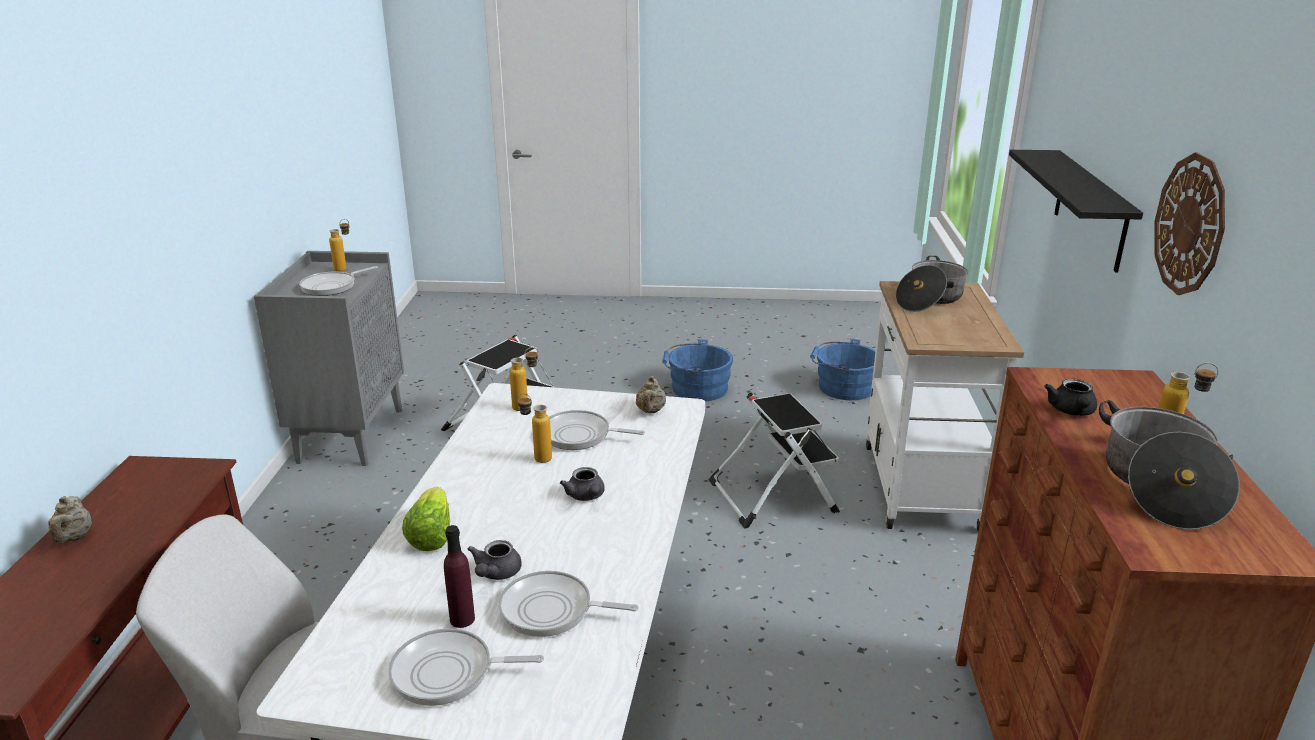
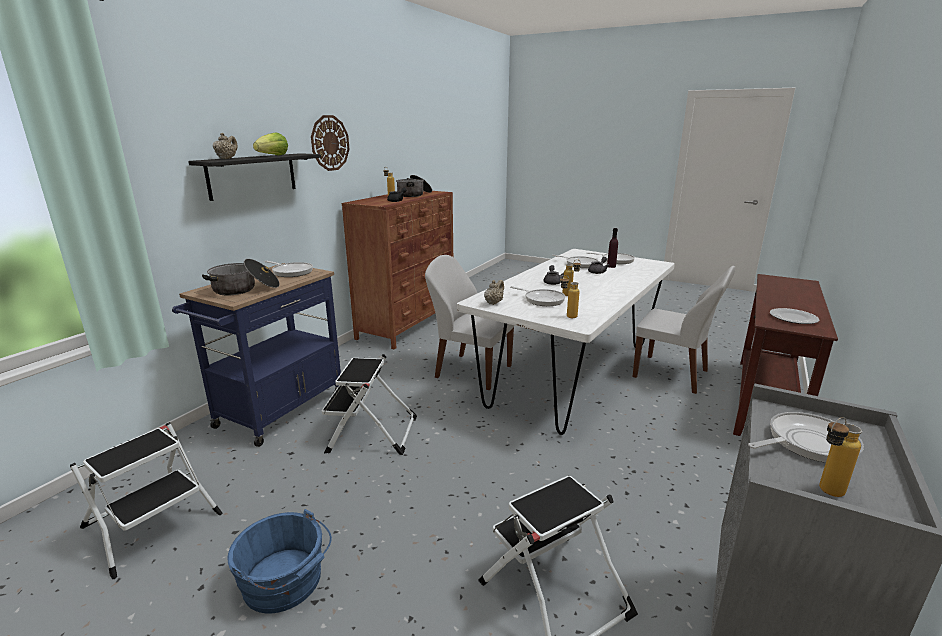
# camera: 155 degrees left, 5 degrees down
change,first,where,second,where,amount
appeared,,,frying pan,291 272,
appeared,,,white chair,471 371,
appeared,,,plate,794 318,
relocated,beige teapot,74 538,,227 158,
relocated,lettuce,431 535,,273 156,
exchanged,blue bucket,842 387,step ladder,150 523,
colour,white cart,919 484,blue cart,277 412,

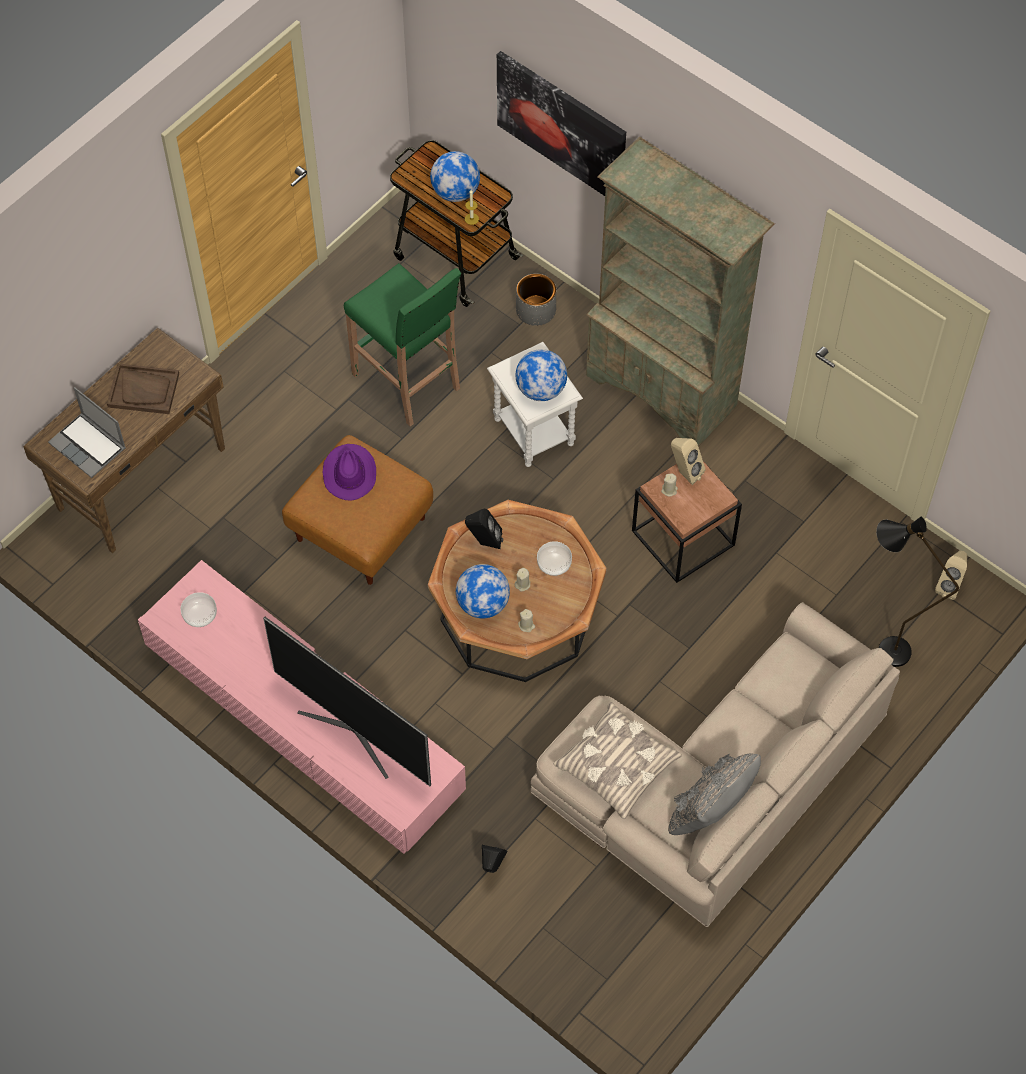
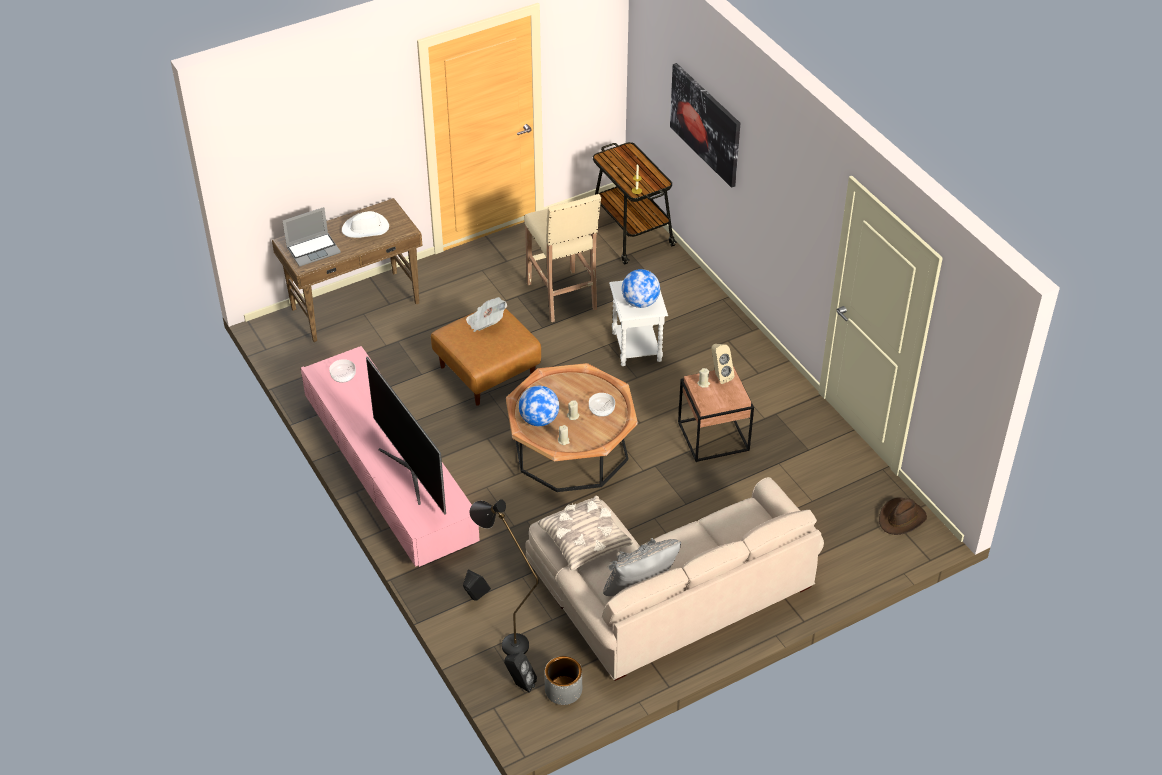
# camera: 20 degrees right, 15 degrees down
change,first,where,second,where,amount
missing,globe,455 192,,,
missing,green bookcase,662 390,,,
relocated,black speaker,484 542,,520 684,
relocated,grey planter,536 311,,563 690,
relocated,black floor lamp,881 650,,506 641,
exchanged,brown tray,144 390,white hat,366 229,
exchanged,purple hat,349 473,newspaper,486 322,
exchanged,beige speaker,949 586,brown hat,901 518,
colour,green stool,408 382,beige stool,562 297,
spun,laptop,89 446,,313 250,90 degrees counterclockwise

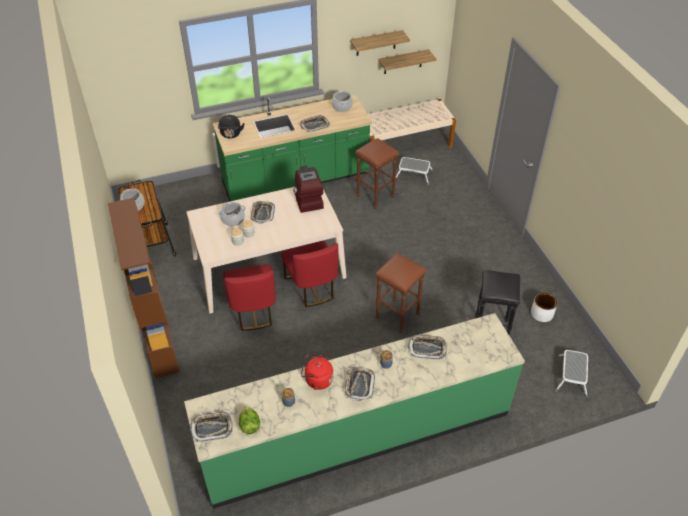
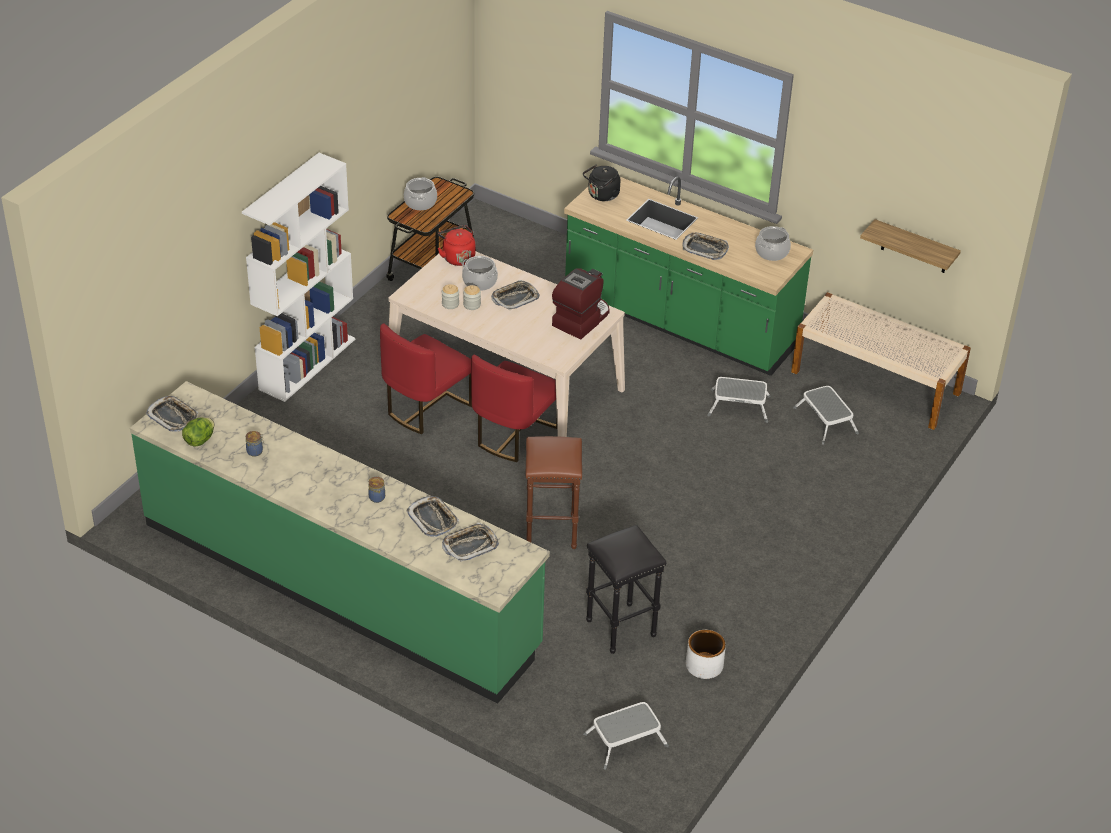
# camera: 50 degrees right, 5 degrees down
change,first,where,second,where,amount
missing,shelf,376 43,,,
relocated,red kettle,317 380,,457 257,
relocated,tray,359 385,,470 545,
exchanged,brown stool,375 195,grey step ladder,739 406,
colour,brown bookcase,159 342,white bookcase,307 363,

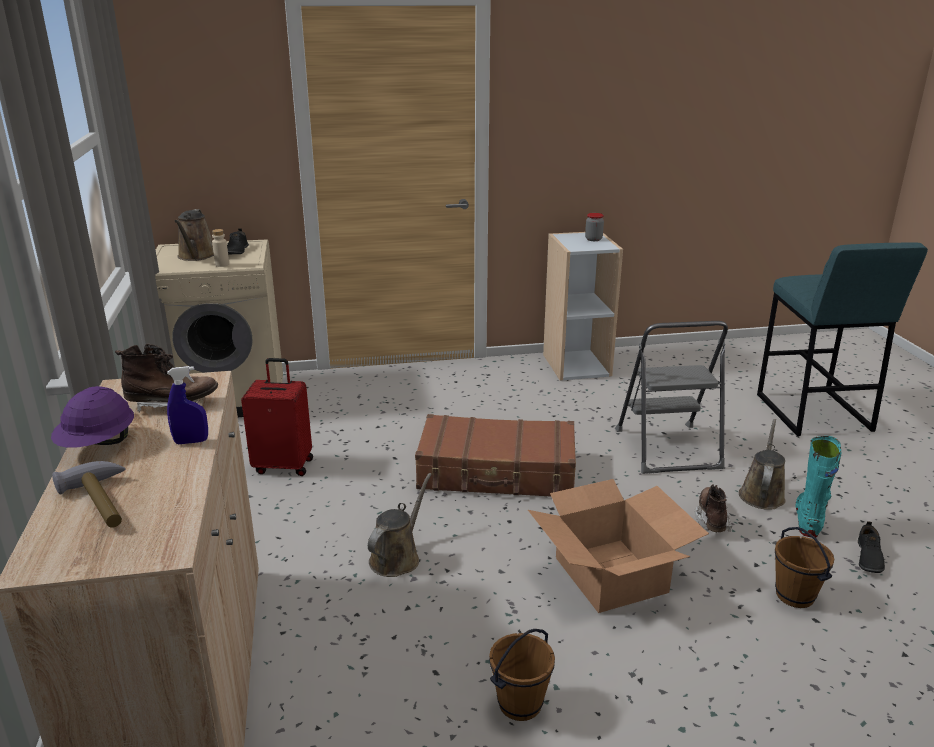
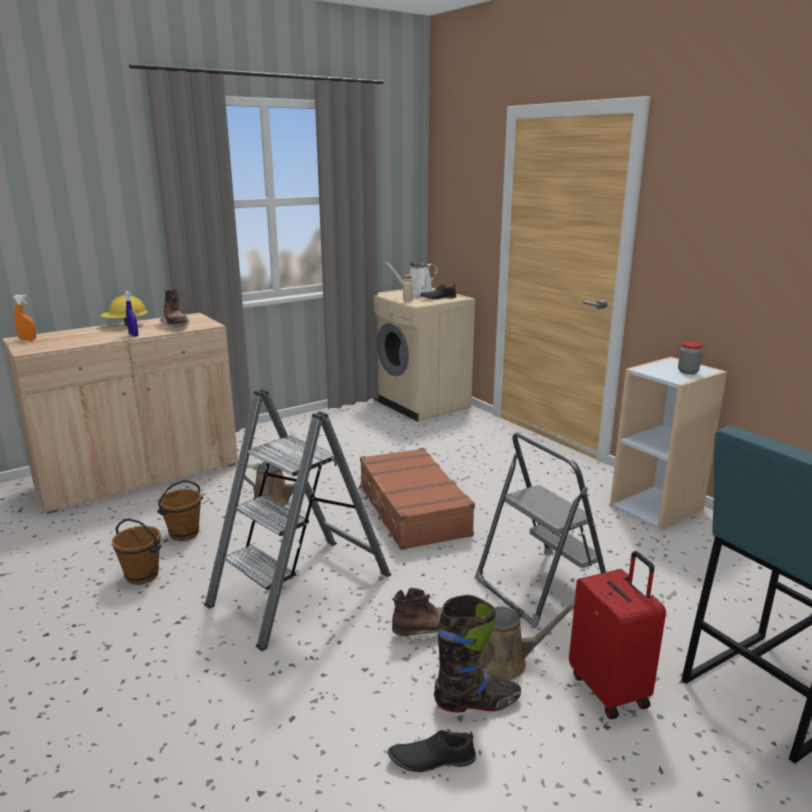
# camera: 65 degrees right, 5 degrees down
change,first,where,second,where,amount
missing,hammer,103 502,,,
appeared,,,orange spray bottle,27 339,
relocated,red suitcase,284 465,,610 689,
relocated,brown bucket,795 596,,184 534,
exchanged,cardboard box,611 574,grey step ladder,303 588,
colour,purple hard hat,98 445,yellow hard hat,126 325,
colour,brown watering can,196 256,white watering can,416 294,
colour,turquoise boot,808 520,black boot,477 702,

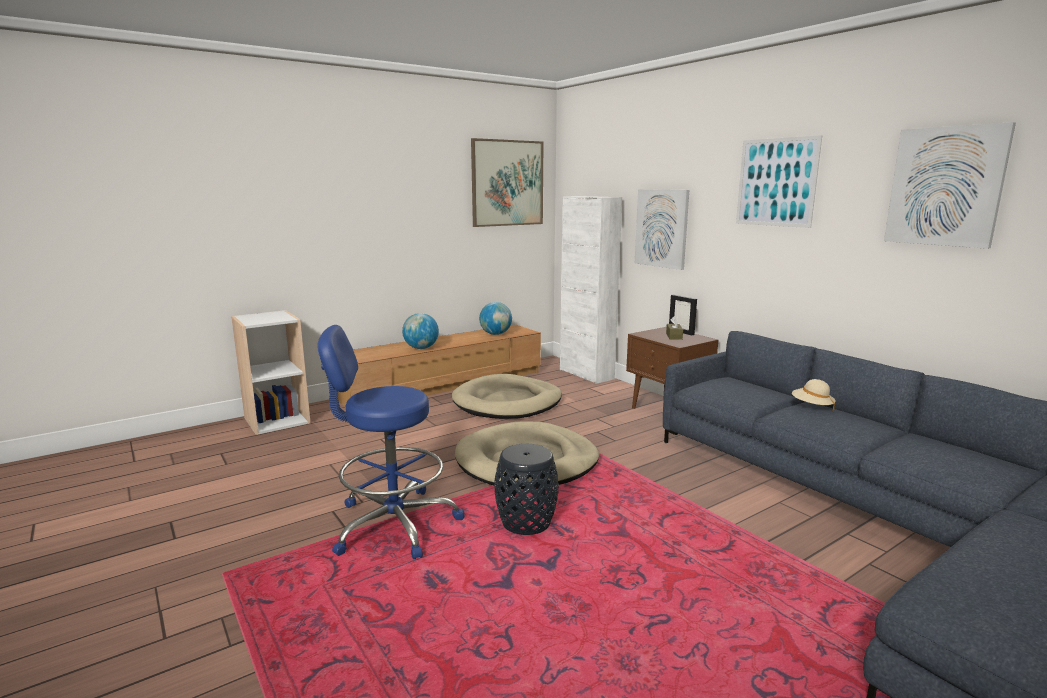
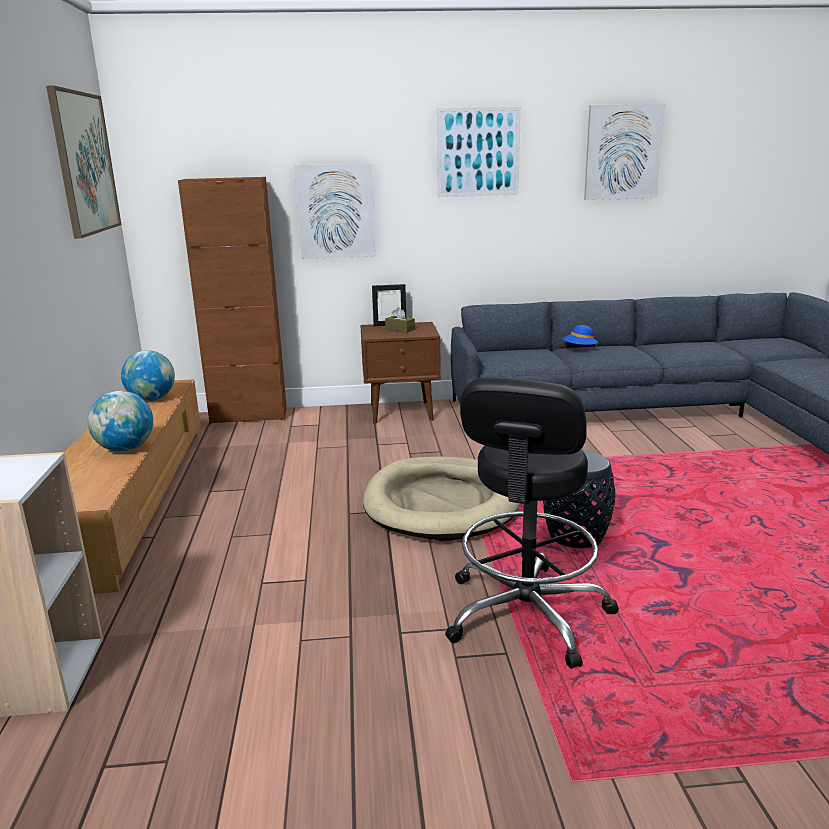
# camera: 60 degrees left, 5 degrees up
change,first,where,second,where,amount
missing,beige dog bed,507 402,,,
colour,blue stool,392 524,black stool,525 615,
colour,white cabinet,586 374,brown cabinet,249 416,
colour,beige hat,812 406,blue hat,579 349,

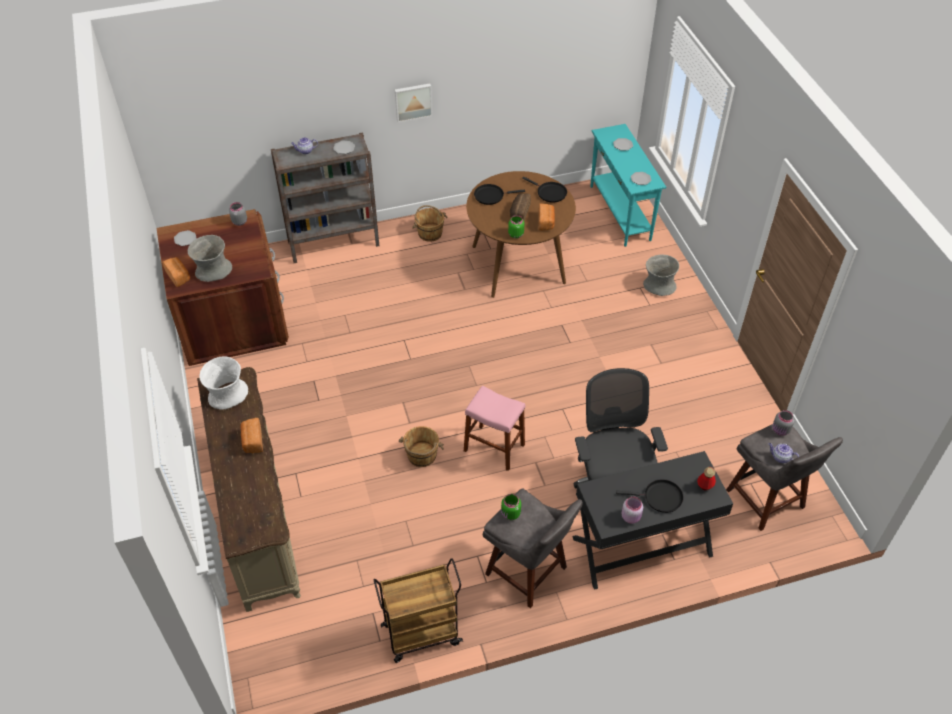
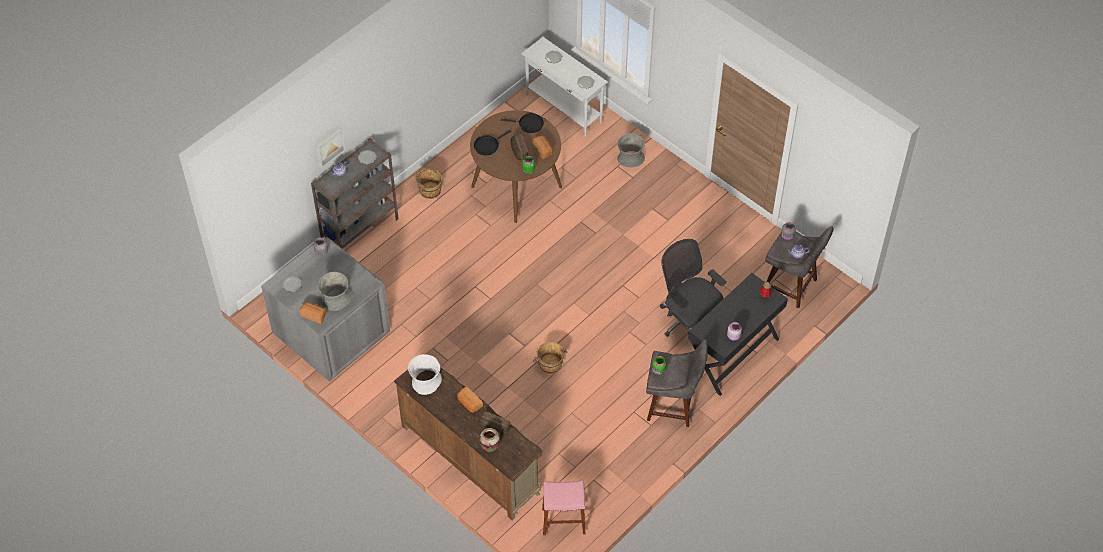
# camera: 30 degrees left, 5 degrees up
change,first,where,second,where,amount
missing,brown cart,421 635,,,
missing,black frying pan,660 497,,,
appeared,,,bread,494 428,
appeared,,,vase,490 448,
relocated,picture,413 101,,329 146,
relocated,pink stool,494 448,,563 521,
colour,brown dresser,232 319,grey dresser,331 330,
colour,turquoise console table,621 213,white console table,564 108,

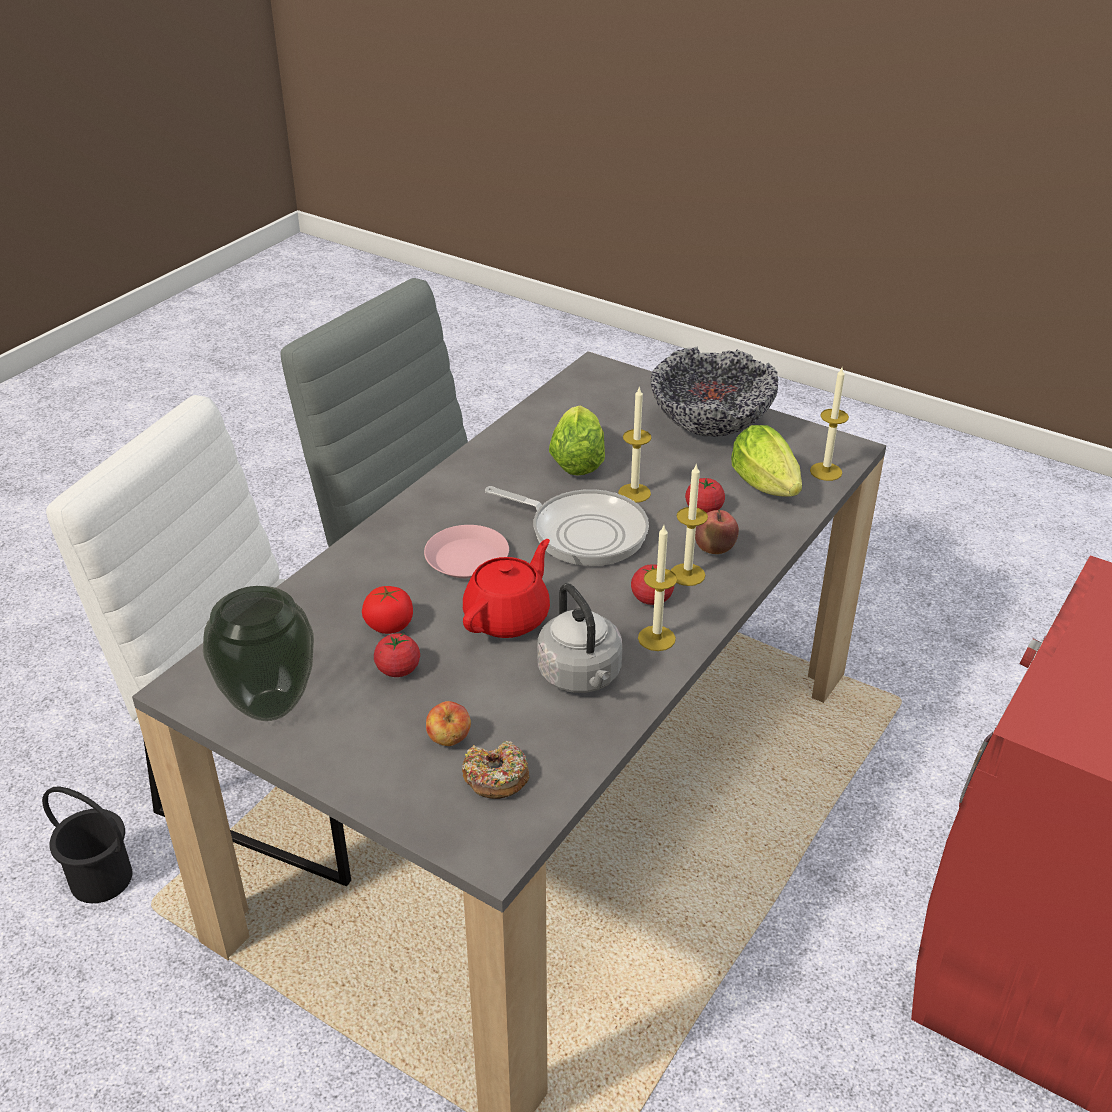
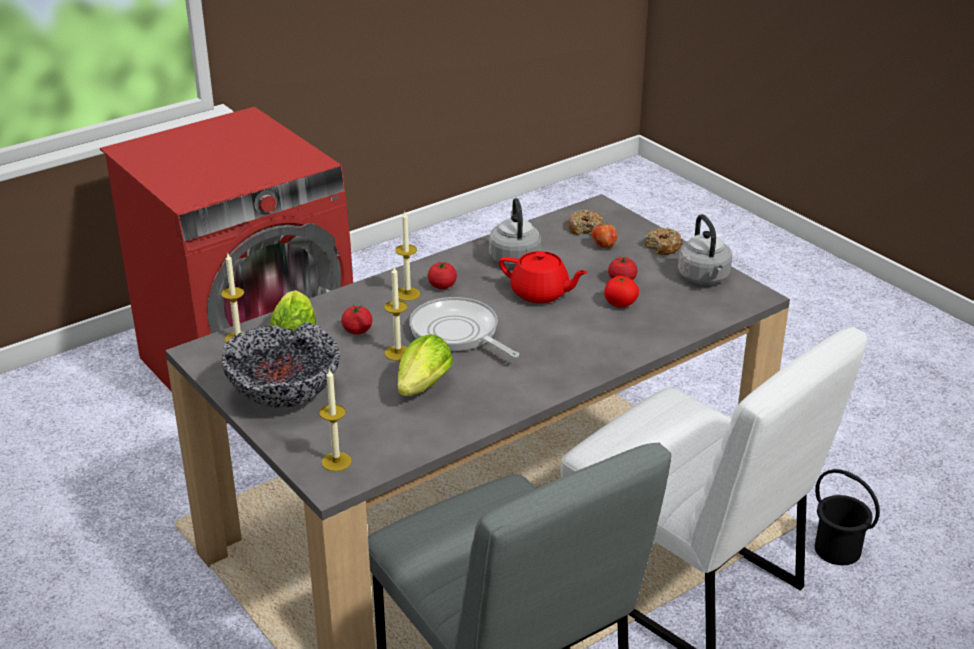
# camera: 160 degrees left, 5 degrees down
change,first,where,second,where,amount
missing,pink plate,467 559,,,
missing,apple,714 550,,,
appeared,,,donut,663 247,
relocated,candle,656 638,,336 461,
exchanged,vase,268 706,grey kettle,704 278,
spun,red teapot,508 617,,541 293,120 degrees counterclockwise

